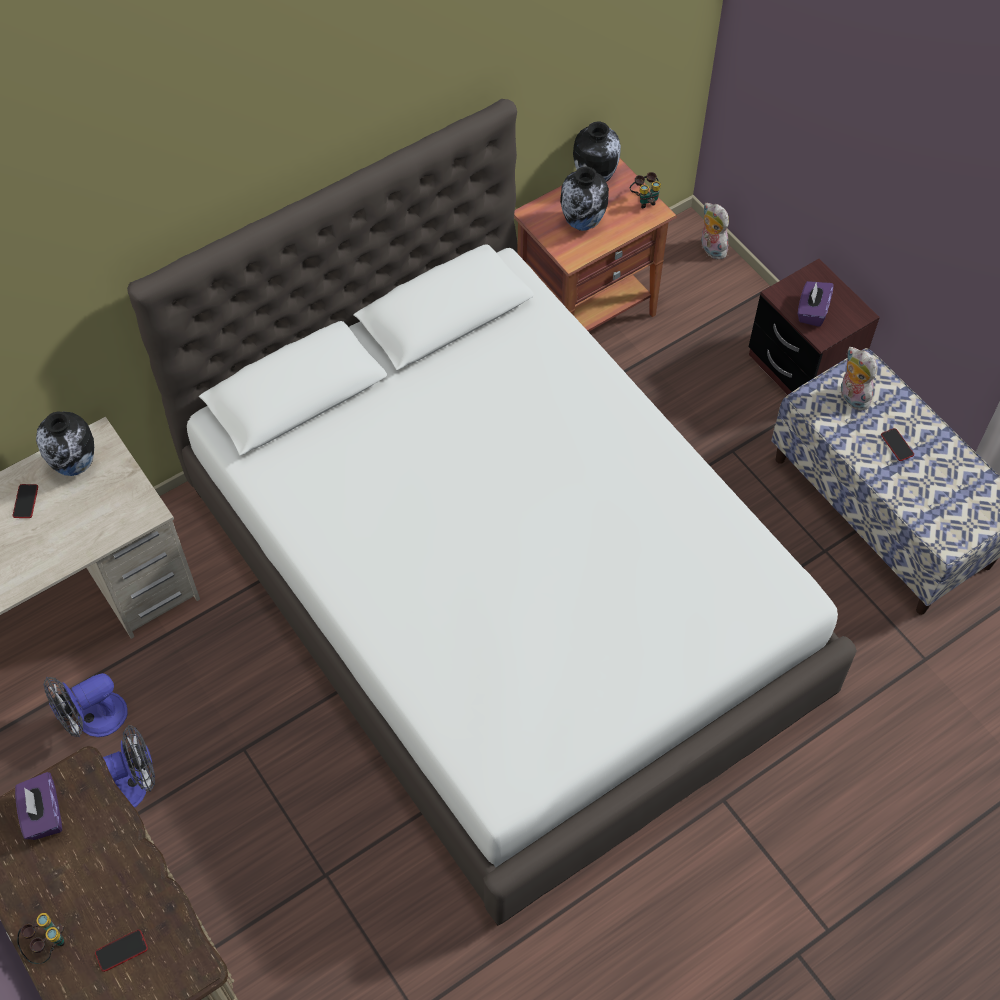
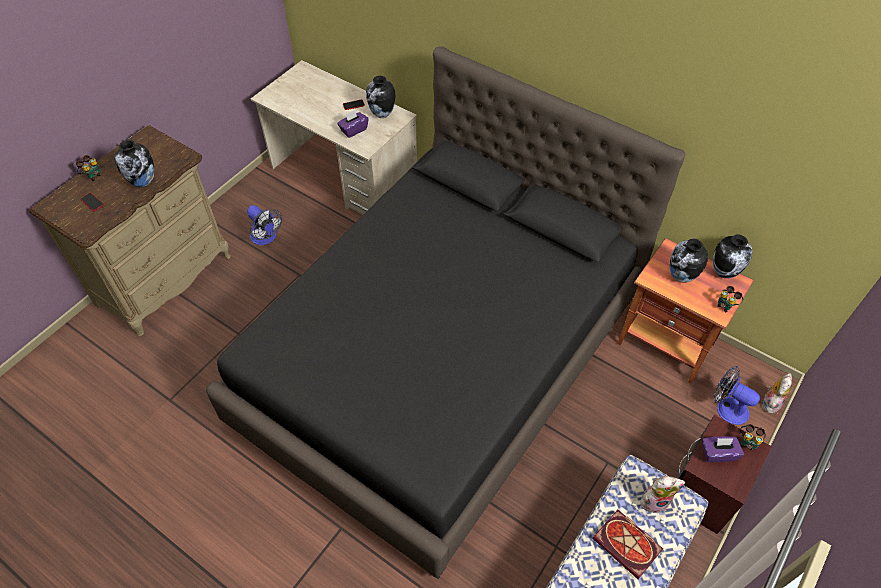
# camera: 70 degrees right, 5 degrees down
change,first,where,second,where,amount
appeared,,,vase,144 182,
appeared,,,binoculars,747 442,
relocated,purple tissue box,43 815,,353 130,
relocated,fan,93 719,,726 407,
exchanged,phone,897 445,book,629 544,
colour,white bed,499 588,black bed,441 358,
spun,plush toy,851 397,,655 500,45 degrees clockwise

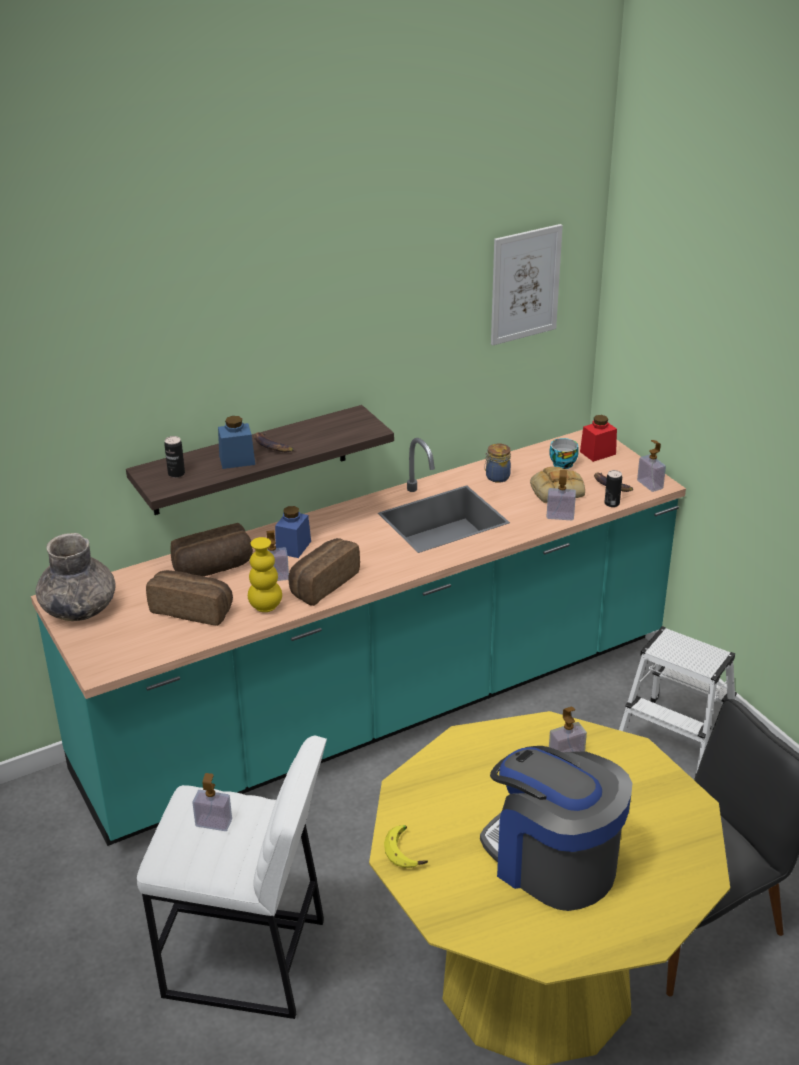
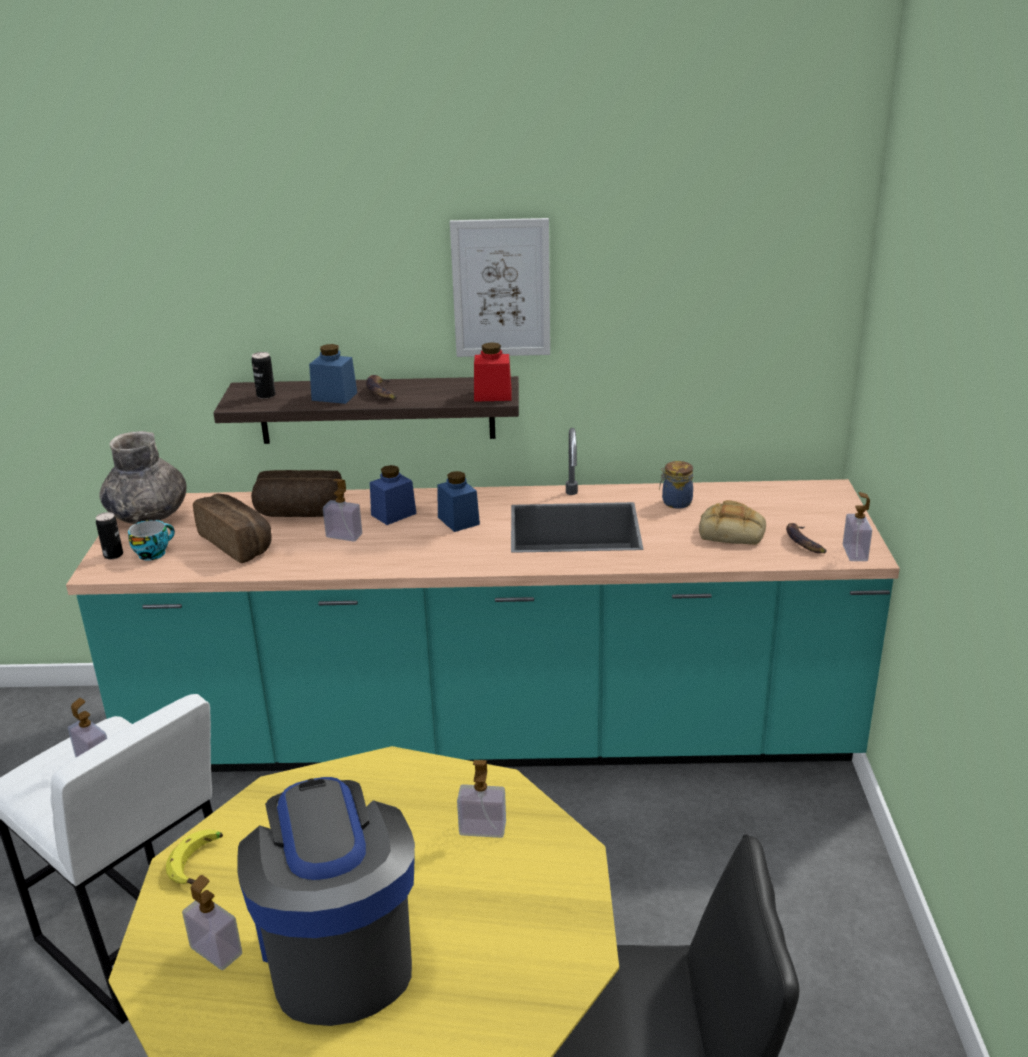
# camera: 30 degrees right, 5 degrees down
change,first,where,second,where,amount
missing,yellow vase,265 606,,,
missing,bread,322 583,,,
missing,white step ladder,676 738,,,
appeared,,,blue jar,458 521,
relocated,picture,525 284,,501 288,
relocated,soap dispenser,560 516,,216 951,
relocated,cup,562 463,,153 553,
relocated,red jar,597 453,,492 395,
relocated,can,612 503,,113 555,

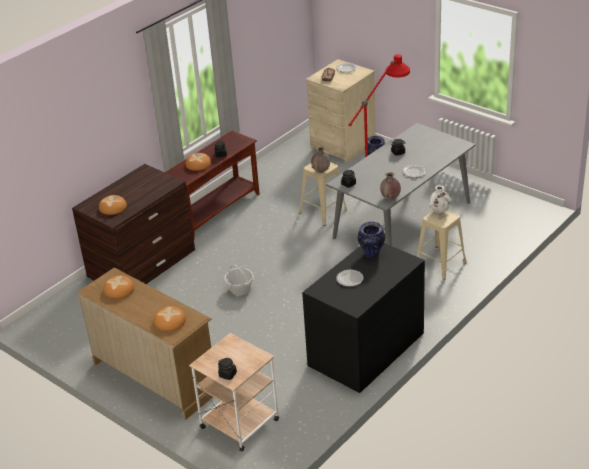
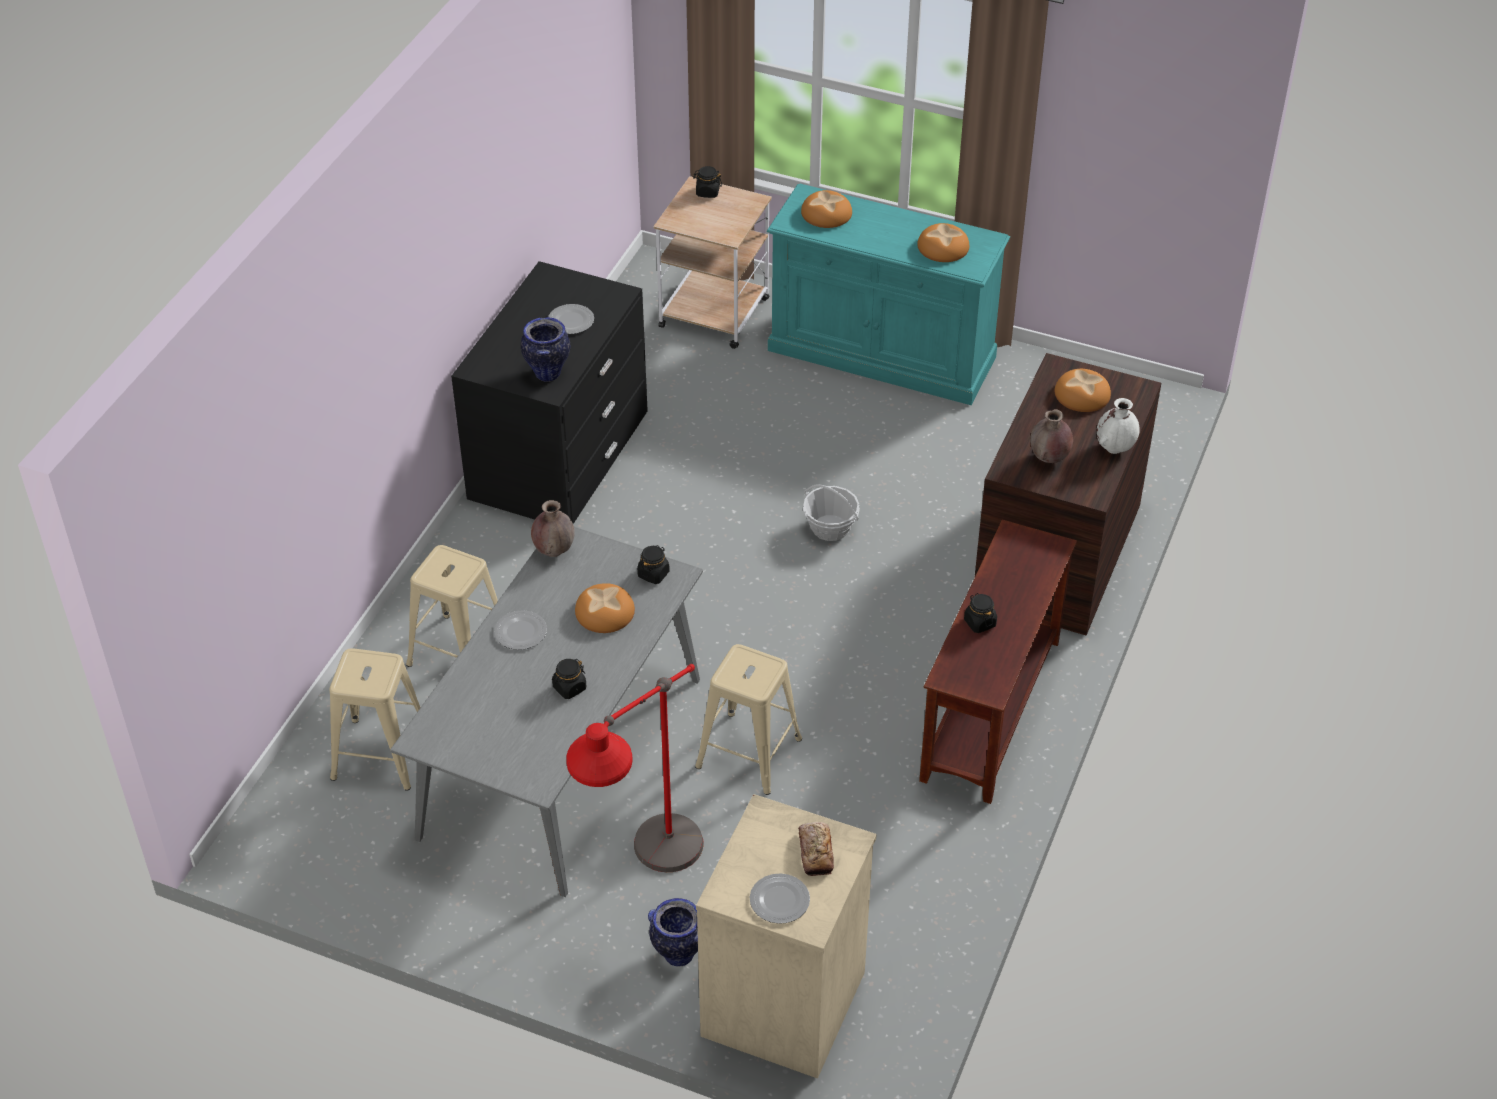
# camera: 160 degrees right, 10 degrees up
change,first,where,second,where,amount
appeared,,,beige stool,380 754,
relocated,bread,198 164,,605 612,
relocated,brown vase,321 171,,1049 458,
relocated,white vase,439 211,,1115 448,
colour,brown cabinet,155 376,turquoise cabinet,882 354,

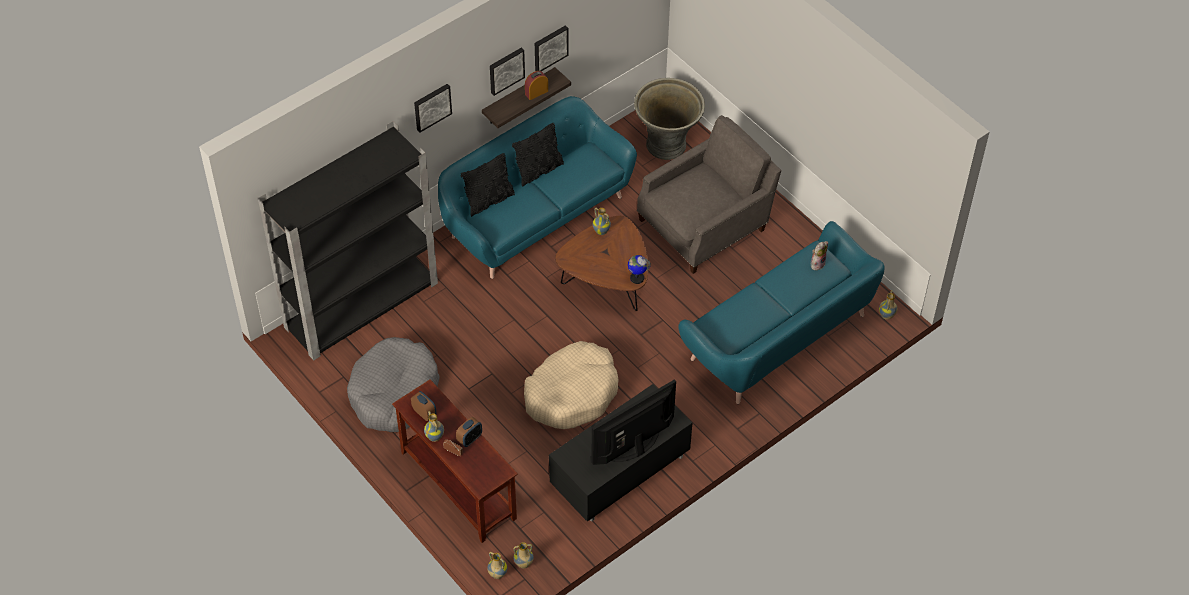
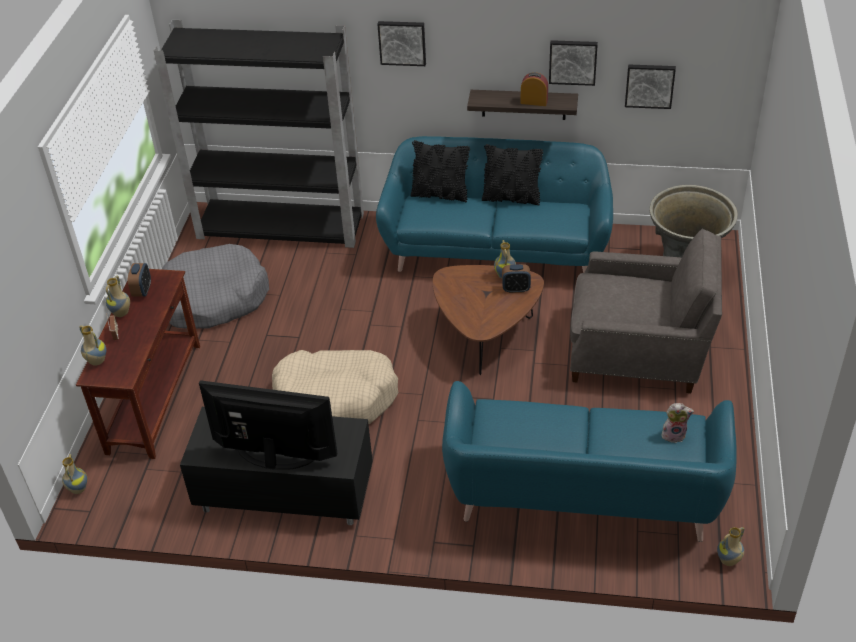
# camera: 50 degrees right, 10 degrees down
change,first,where,second,where,amount
missing,globe,637 278,,,
relocated,alarm clock,469 439,,516 289,
relocated,picture,506 70,,649 85,
relocated,vase,523 564,,96 361,

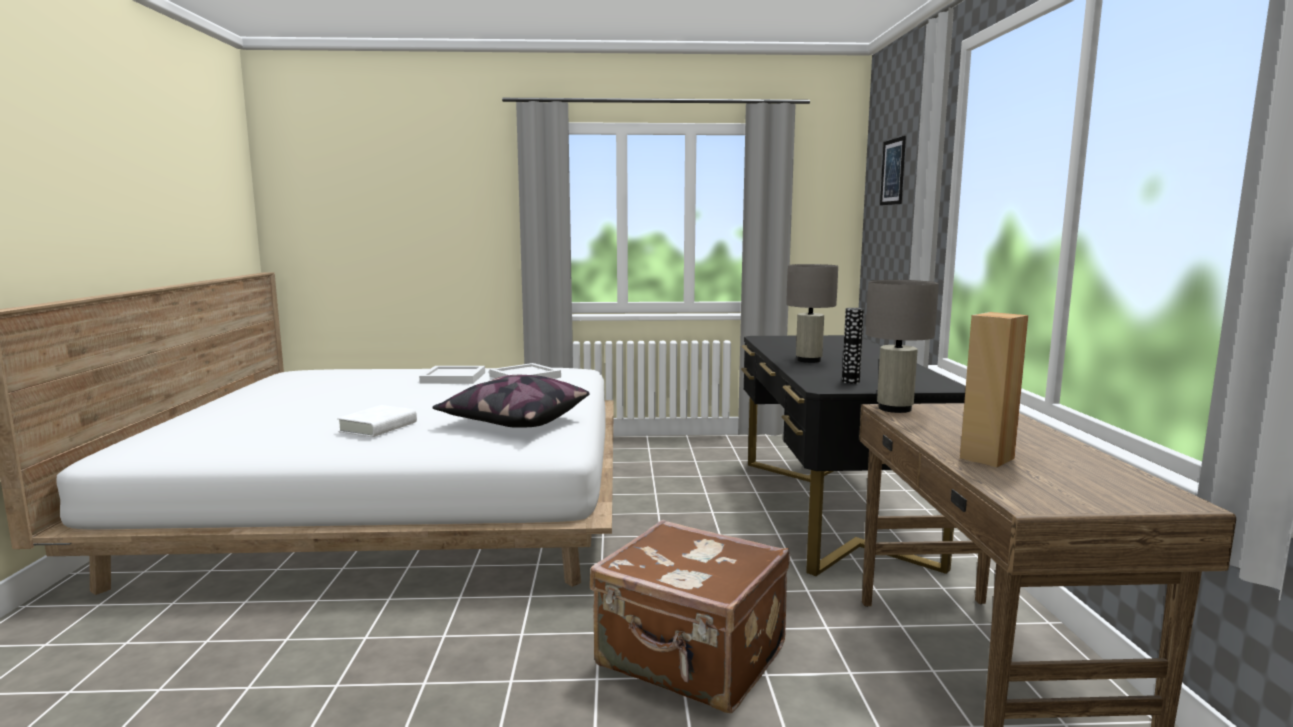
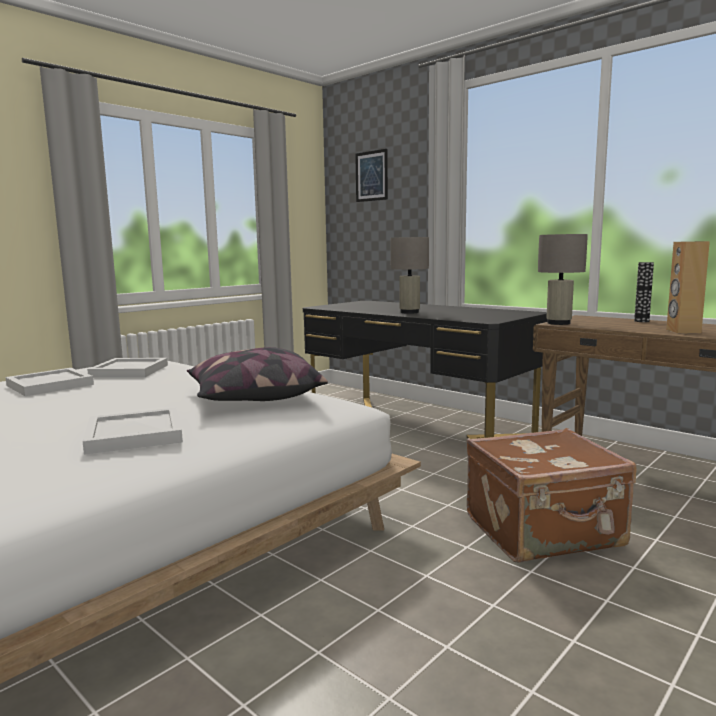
# camera: 45 degrees left, 0 degrees up
change,first,where,second,where,amount
relocated,vase,850 382,,641 321,
exchanged,white book,378 427,white tray,136 434,

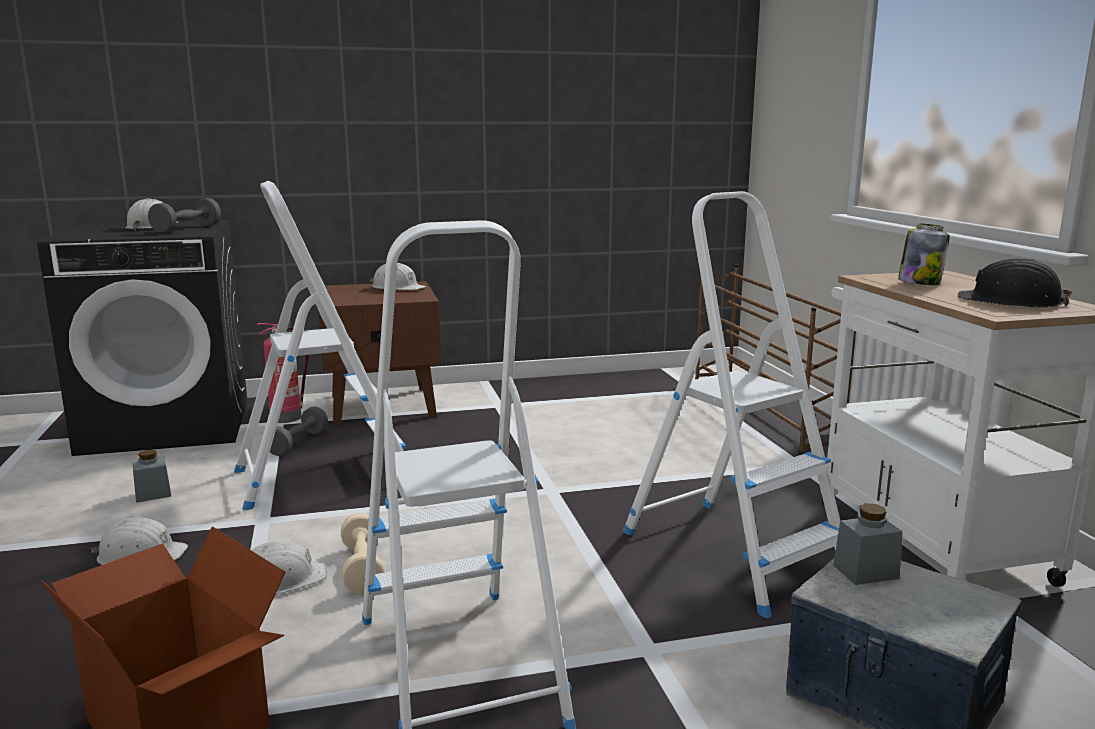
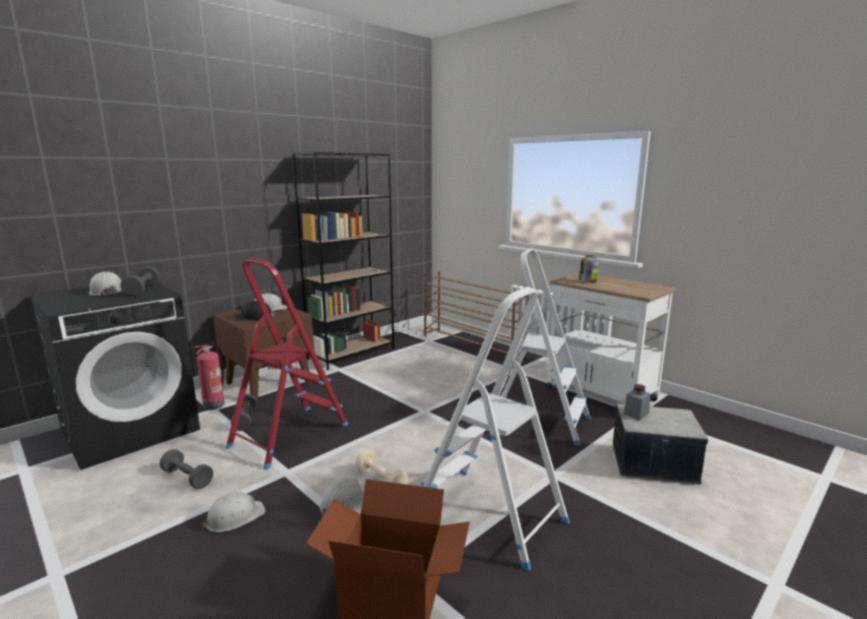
# camera: 30 degrees left, 0 degrees up
change,first,where,second,where,amount
appeared,,,beige bookcase,352 354,
relocated,black hard hat,1010 301,,255 317,
exchanged,grey jar,153 494,grey dumbbell,187 478,
colour,white step ladder,326 475,red step ladder,290 435,

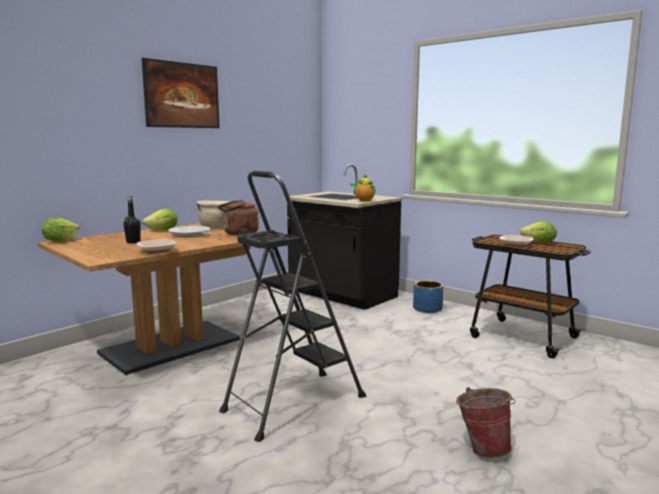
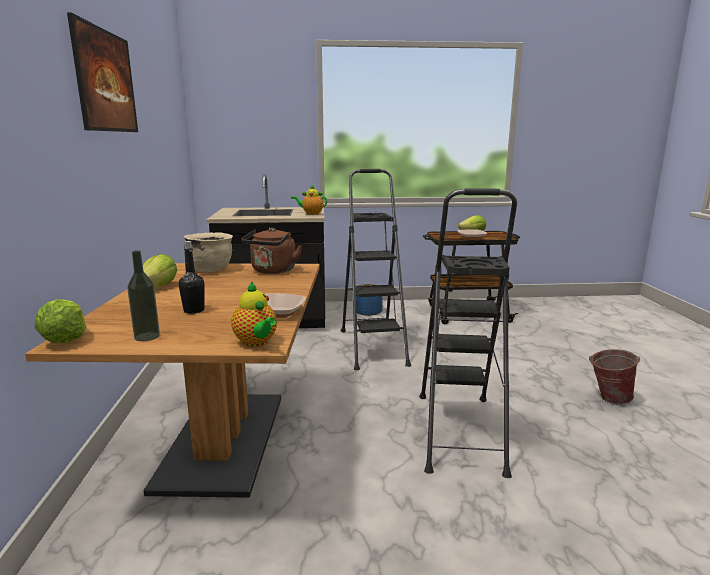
# camera: 45 degrees left, 5 degrees up
change,first,where,second,where,amount
missing,frying pan,191 234,,,
appeared,,,bottle,147 336,
appeared,,,teapot,256 343,
appeared,,,step ladder,372 346,

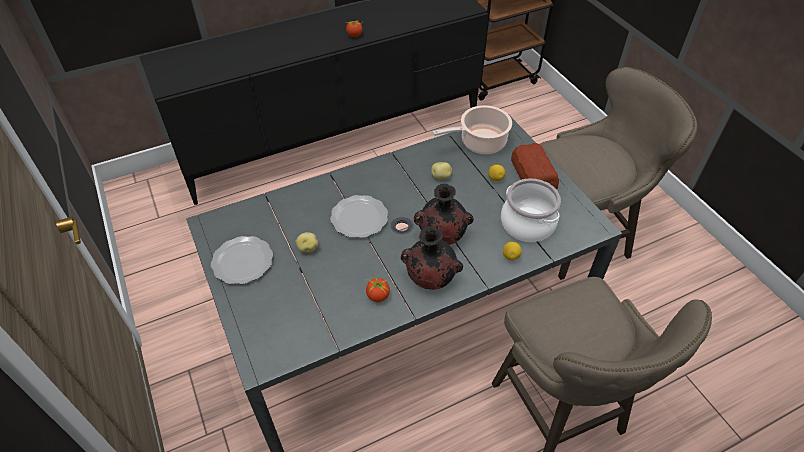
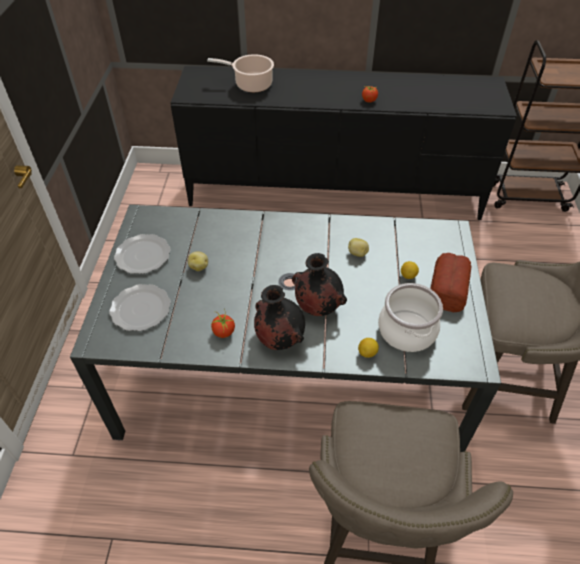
# camera: 30 degrees right, 0 degrees up
change,first,where,second,where,amount
relocated,plate,360 218,,141 309,
relocated,cooking pot,480 143,,251 84,

